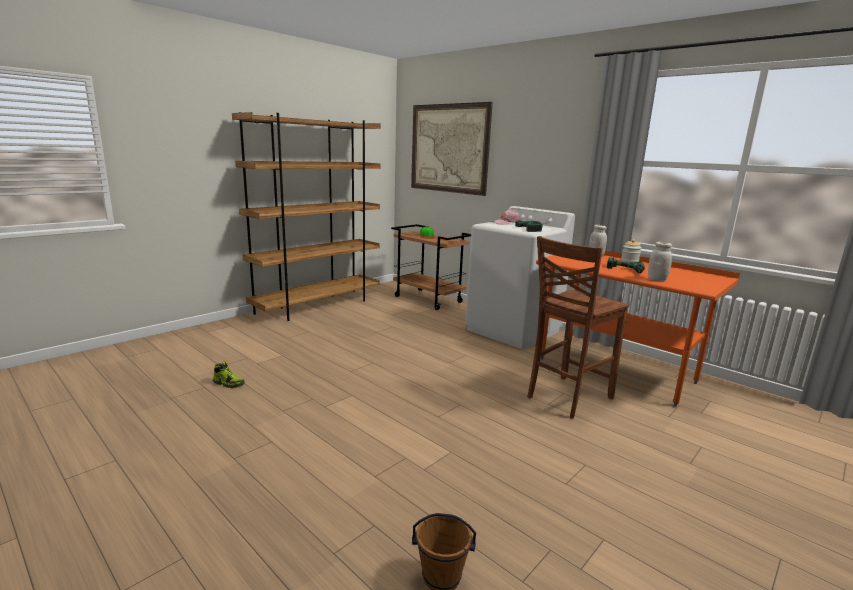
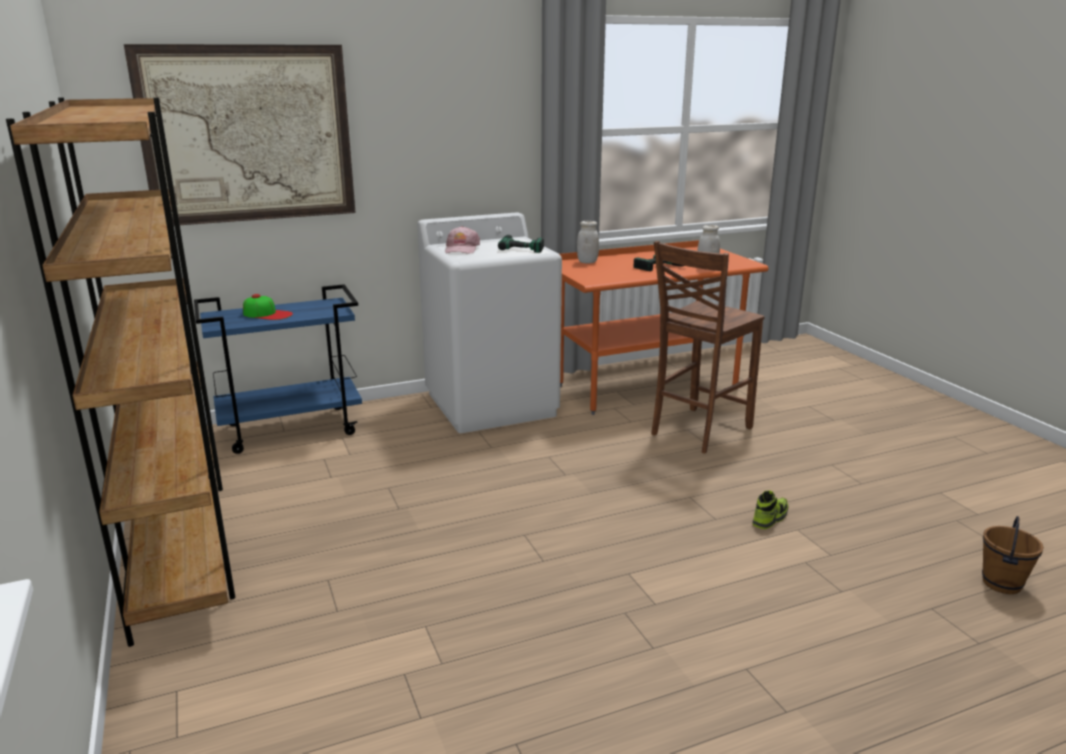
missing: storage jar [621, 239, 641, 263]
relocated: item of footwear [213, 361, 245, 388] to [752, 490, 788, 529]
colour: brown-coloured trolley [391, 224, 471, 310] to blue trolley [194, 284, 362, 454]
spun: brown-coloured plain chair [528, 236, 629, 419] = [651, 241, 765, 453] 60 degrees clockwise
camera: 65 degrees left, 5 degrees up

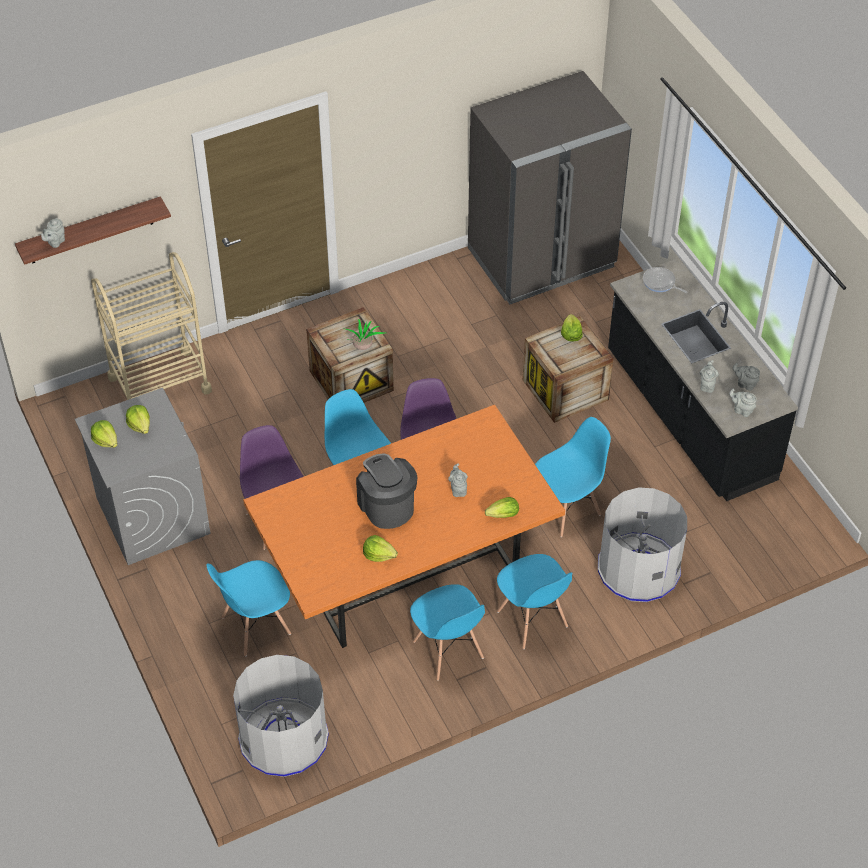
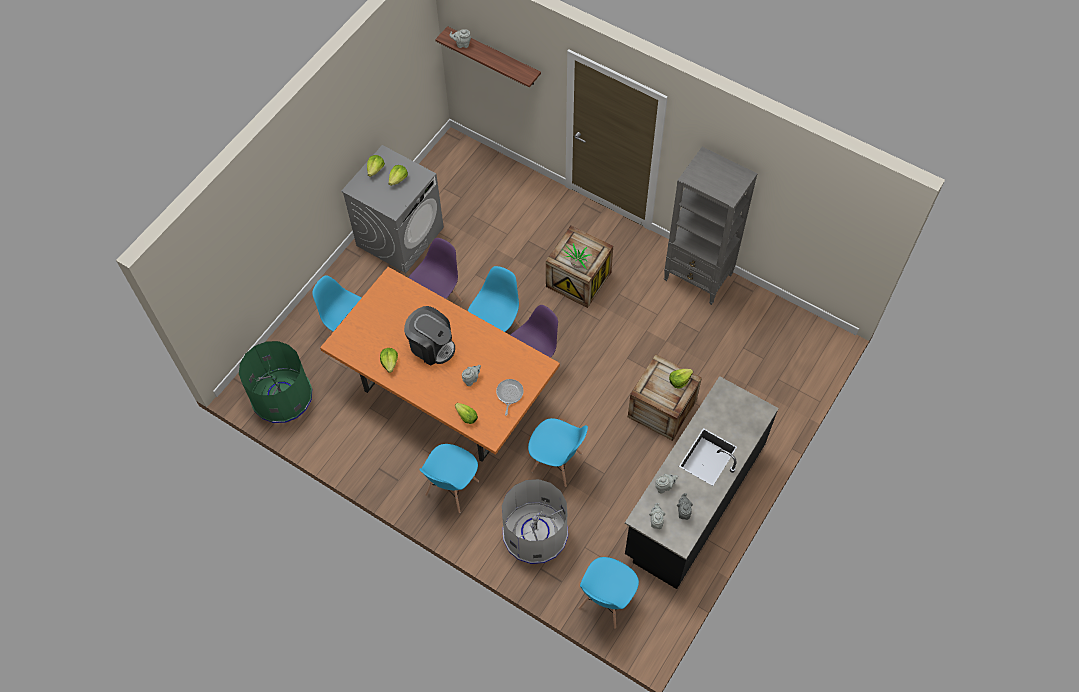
missing: beige trolley [91, 252, 212, 400]; greyish refrigerator [468, 71, 632, 305]
appeared: greyish shelving unit [664, 147, 757, 305]
relocated: blue plain chair [410, 584, 485, 681] to [579, 557, 639, 629]; pan [643, 267, 687, 293] to [496, 379, 524, 416]
colour: greyish waste bin [233, 655, 329, 777] to greenish waste bin [239, 341, 312, 423]
spun: coffee maker [356, 454, 417, 529] = [404, 306, 455, 366] 90 degrees clockwise
camera: 60 degrees right, 10 degrees up

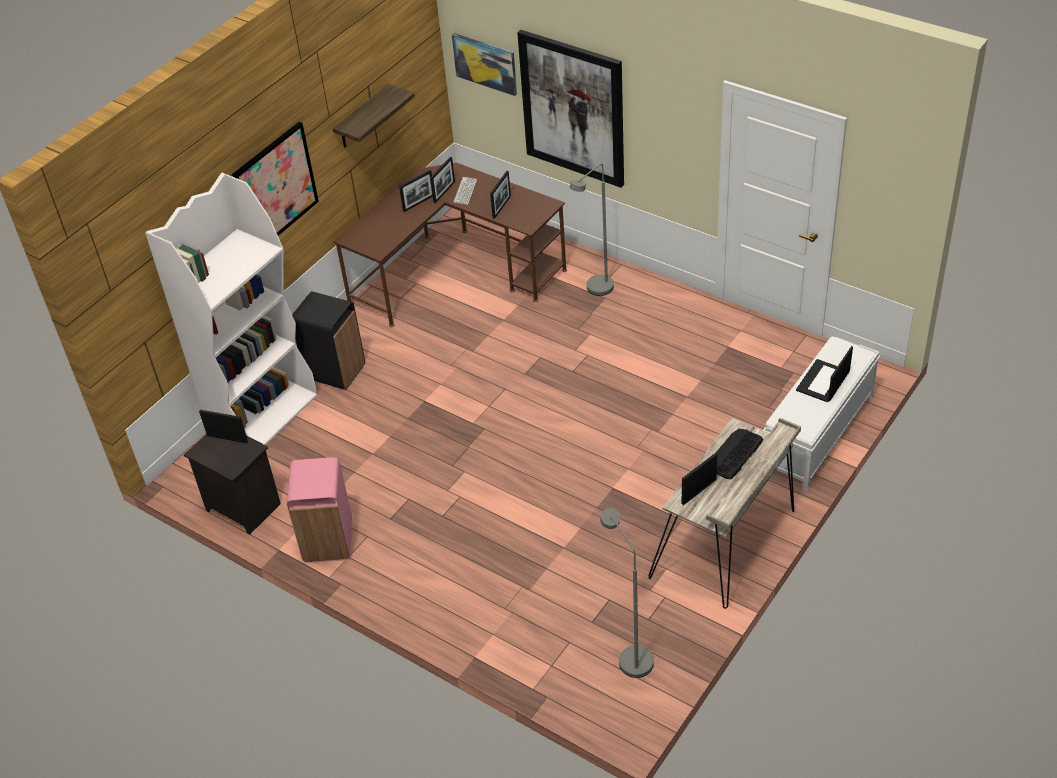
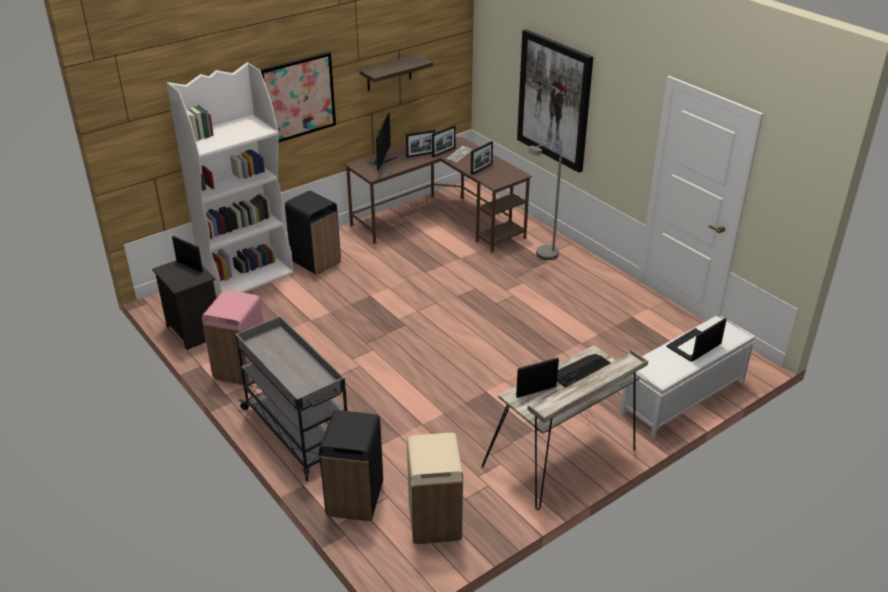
missing: picture [452, 33, 517, 96]
appeared: greyish trolley [235, 316, 347, 481]; blackish waste bin [319, 410, 383, 521]; monitor [369, 112, 397, 173]
exchanged: greyish standing lamp [600, 508, 654, 678] to beige waste bin [407, 433, 463, 545]
camera: 15 degrees right, 10 degrees down

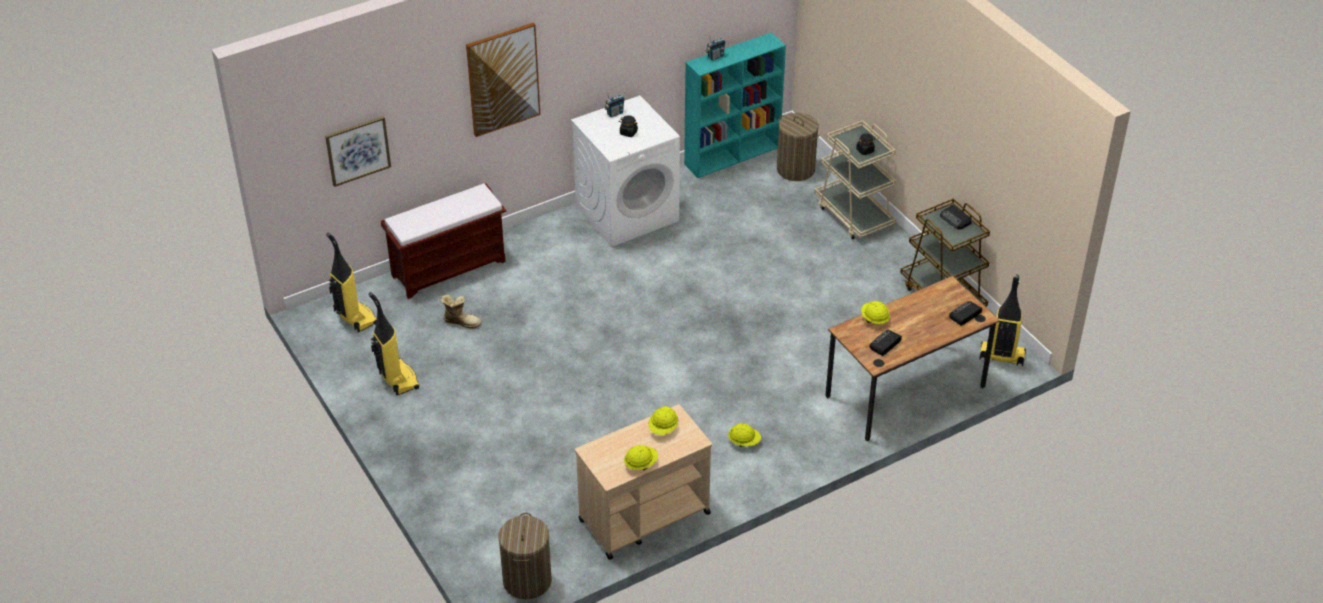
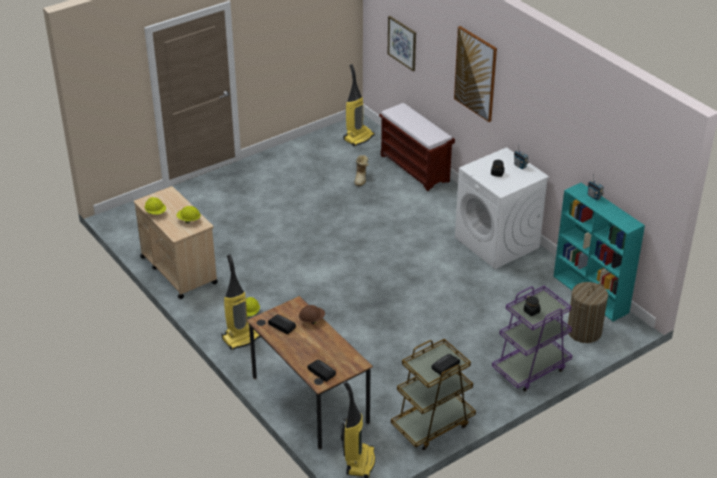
missing: laundry basket [498, 513, 552, 599]
relocated: vacuum [368, 292, 420, 395] to [222, 254, 261, 350]
colour: beige trolley [815, 120, 896, 239] to purplish trolley [492, 286, 572, 392]; yellow hard hat [861, 301, 890, 324] to brown-coloured hard hat [299, 305, 325, 324]
camera: 85 degrees right, 5 degrees down

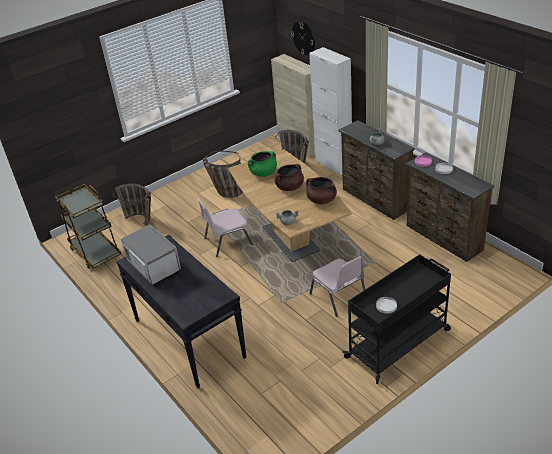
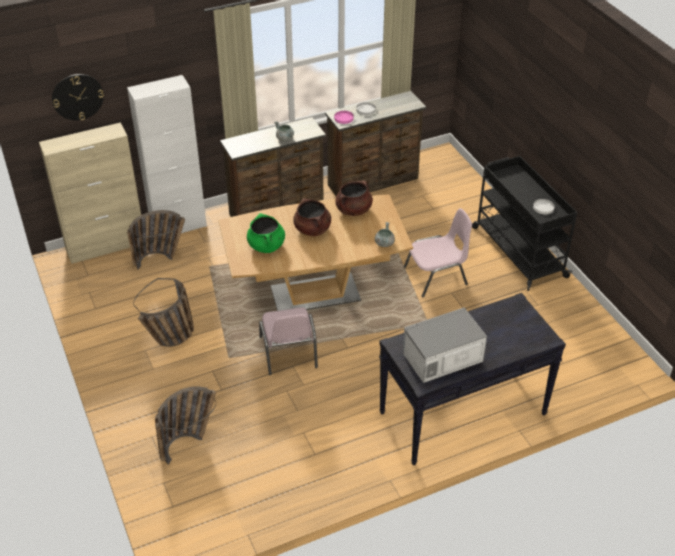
missing: brown-coloured trolley [55, 184, 121, 268]
camera: 80 degrees left, 5 degrees up

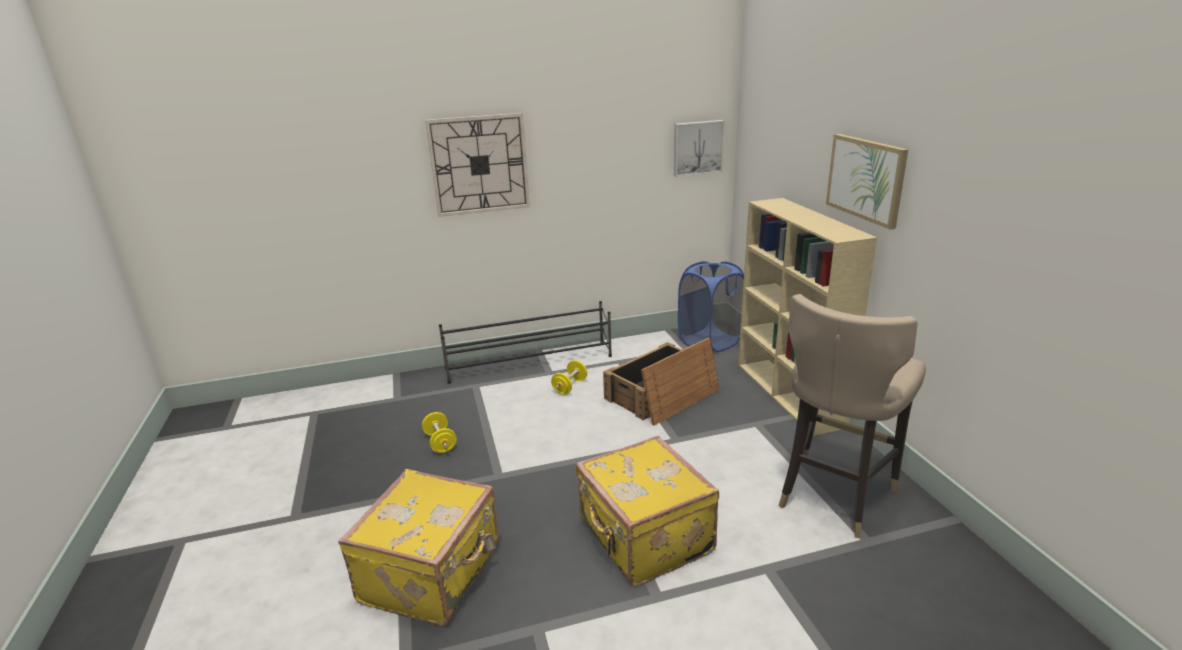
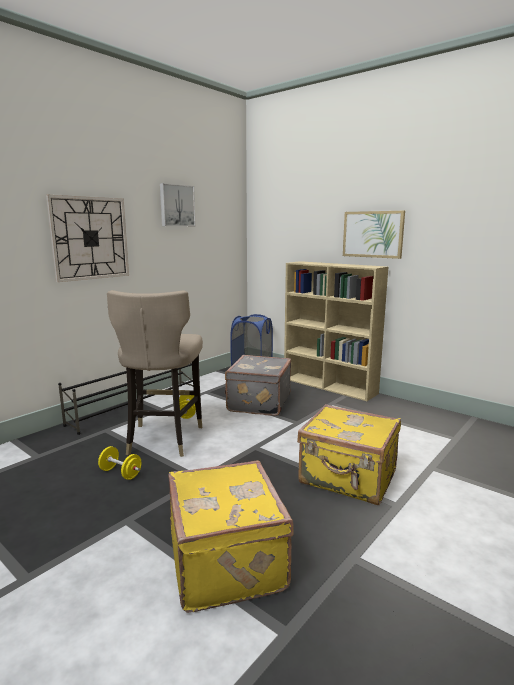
relocated: picture [674, 120, 725, 177] to [160, 183, 196, 226]; beige stool seat [779, 294, 926, 538] to [107, 290, 203, 457]
exchanged: crate [603, 338, 719, 426] to greyish travel case [225, 355, 291, 416]
camera: 35 degrees left, 10 degrees down

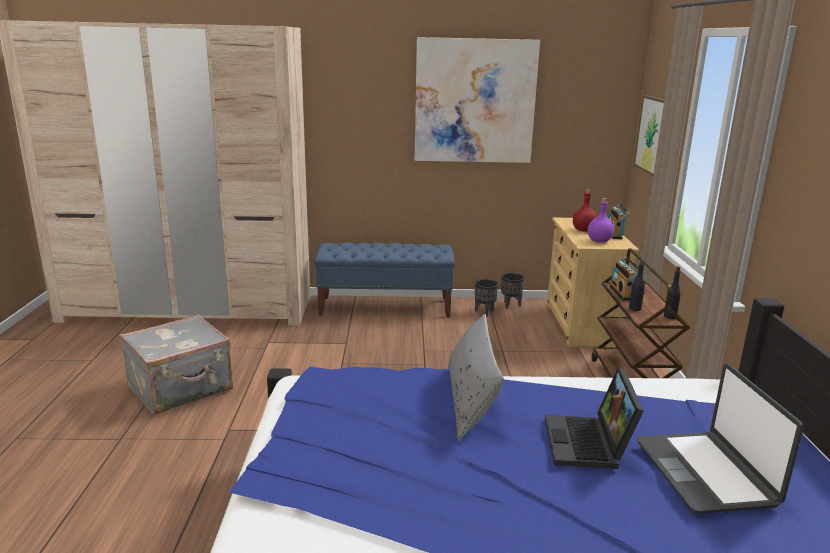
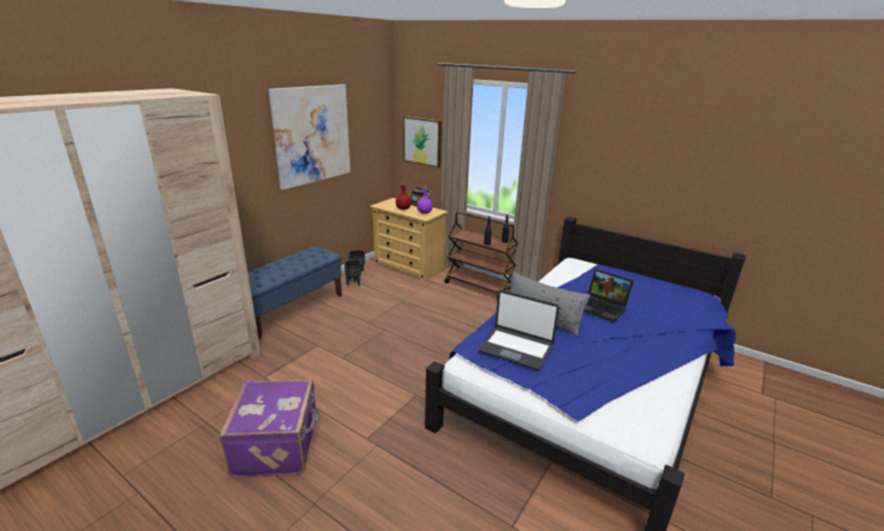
missing: radio receiver [610, 256, 639, 300]
relocated: laptop [637, 364, 804, 514] to [479, 290, 559, 370]
colour: greyish travel case [120, 315, 233, 415] to purplish travel case [219, 379, 320, 477]
camera: 55 degrees left, 5 degrees up

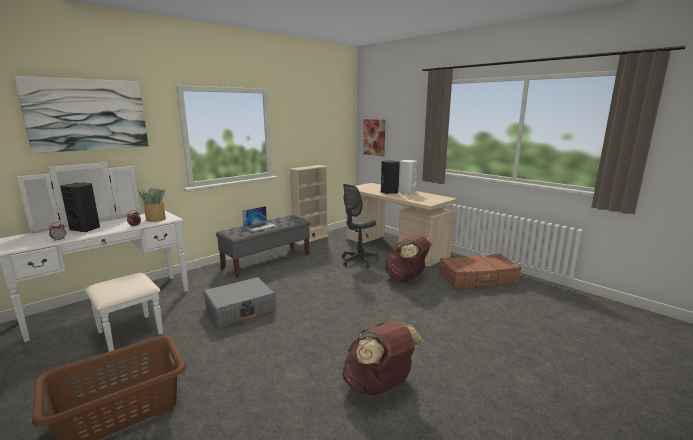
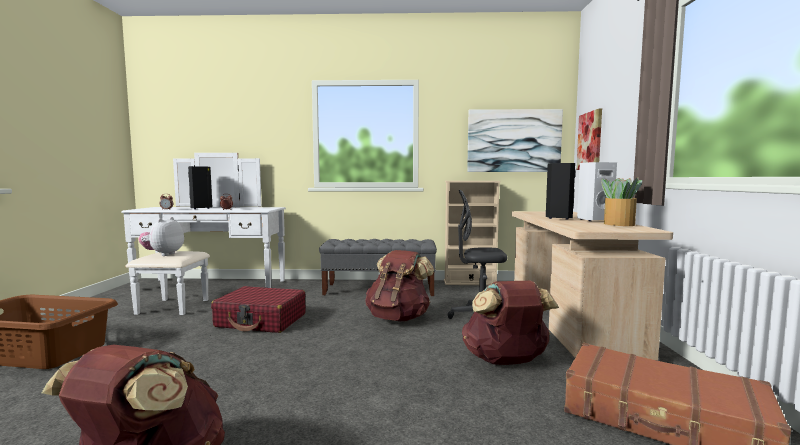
missing: laptop [242, 206, 277, 231]
appeared: soft toy [138, 217, 184, 256]; brown-coloured rucksack [365, 250, 434, 321]
relocated: picture [14, 76, 148, 153] to [467, 109, 563, 172]; houseplant [138, 188, 166, 222] to [601, 178, 642, 226]
colour: greyish travel case [204, 277, 276, 328] to red-coloured travel case [211, 286, 306, 333]
camera: 45 degrees right, 10 degrees down

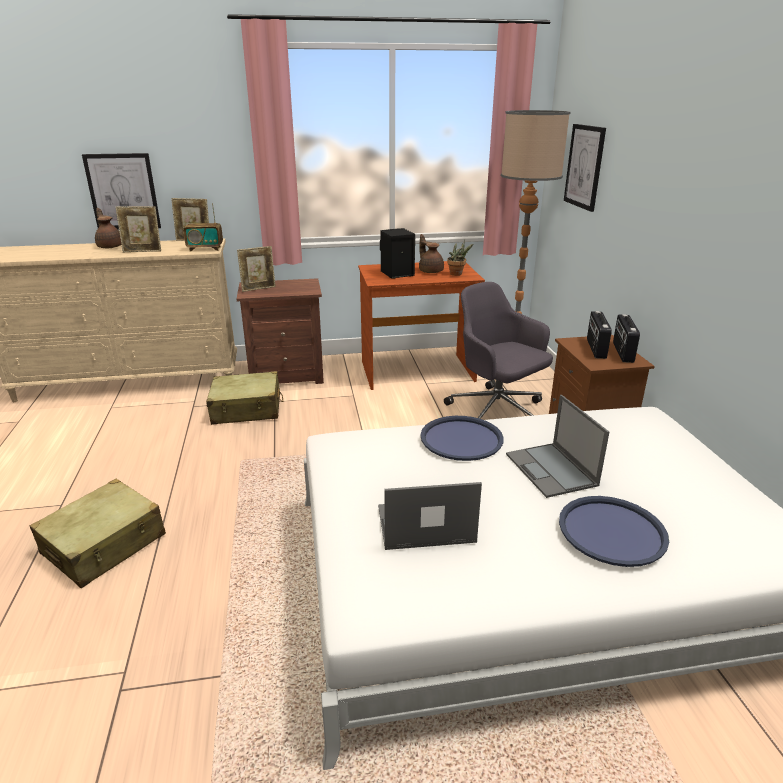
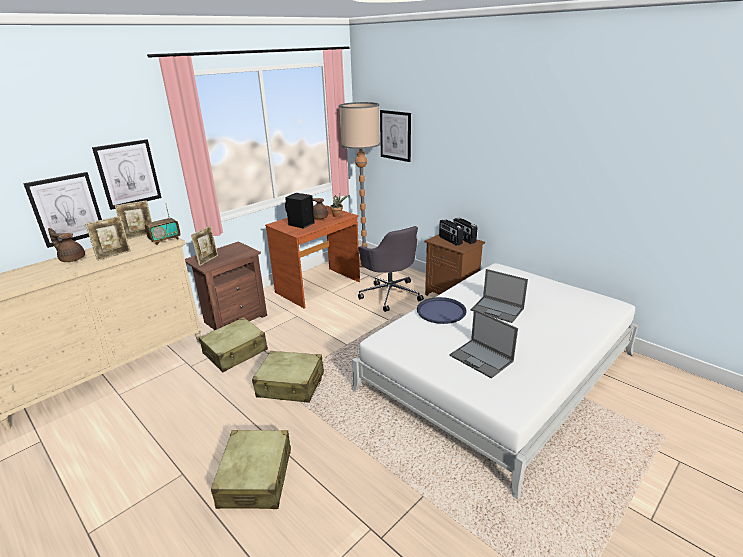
missing: blue serving tray [559, 496, 669, 567]
appeared: picture [92, 139, 162, 210]; beige travel case [252, 351, 324, 403]
spun: laptop [378, 482, 482, 550] = [450, 309, 518, 379] 90 degrees counterclockwise; greyish office chair [444, 282, 553, 419] = [358, 226, 424, 312] 135 degrees counterclockwise
camera: 35 degrees left, 0 degrees up

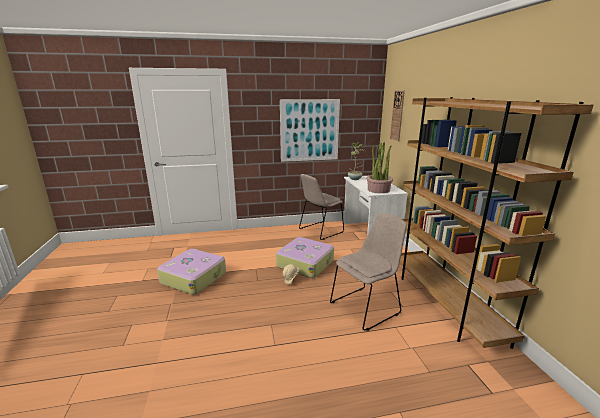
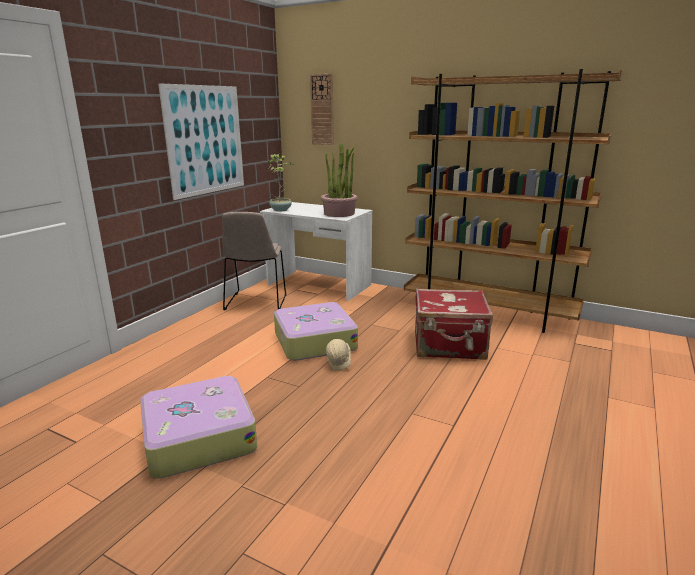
exchanged: beige plain chair [330, 213, 407, 331] to red-coloured travel case [415, 288, 493, 360]
camera: 50 degrees left, 0 degrees up

